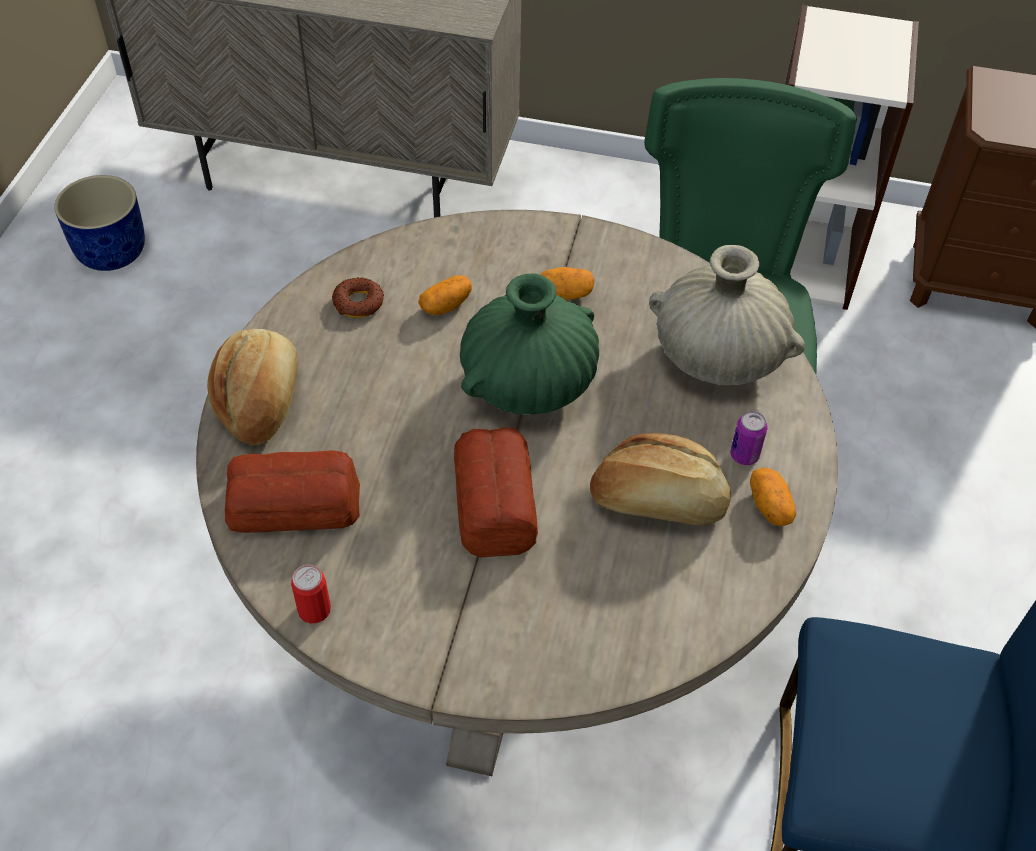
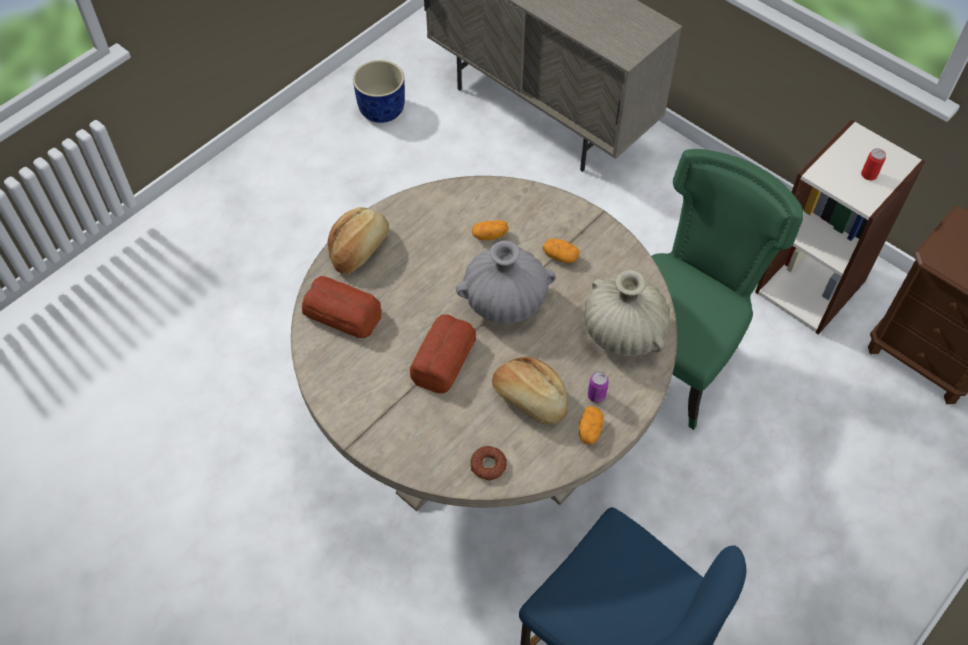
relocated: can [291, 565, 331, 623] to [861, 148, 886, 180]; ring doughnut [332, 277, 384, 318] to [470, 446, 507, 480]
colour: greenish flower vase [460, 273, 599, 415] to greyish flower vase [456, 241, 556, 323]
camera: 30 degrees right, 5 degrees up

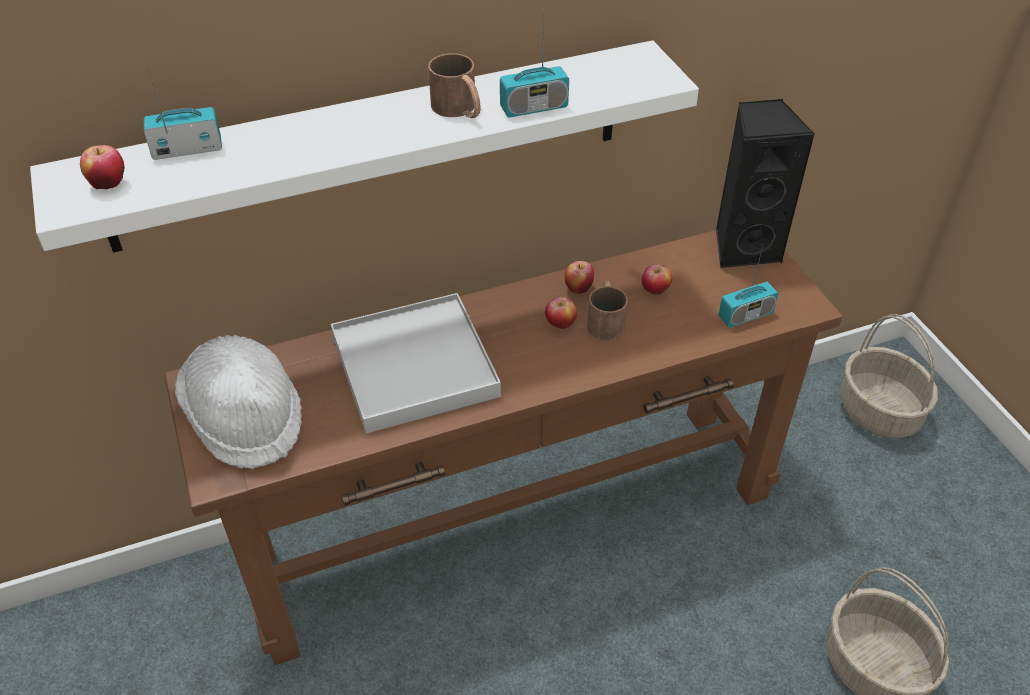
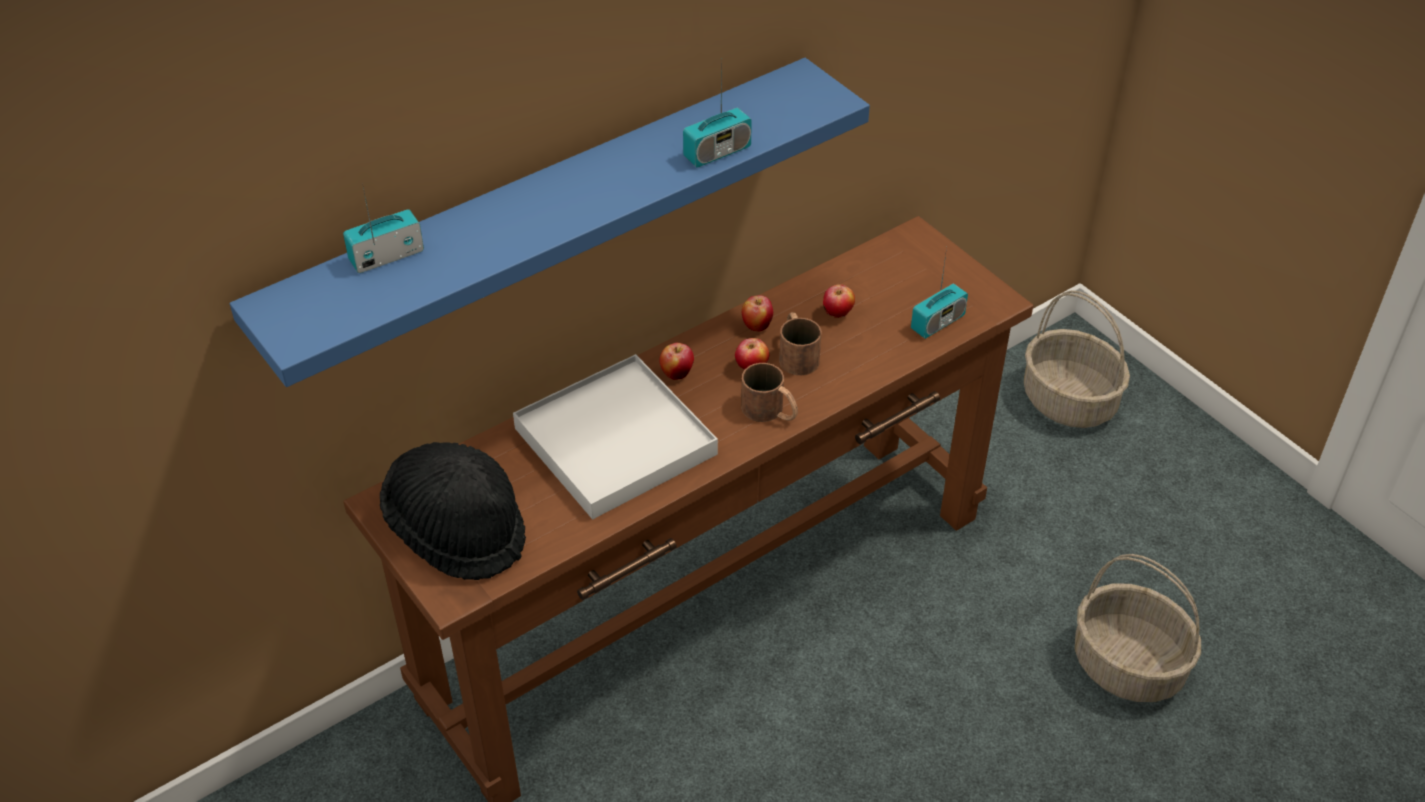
missing: blackish audio speaker [716, 99, 815, 268]
relocated: whole apple [80, 145, 124, 190] to [659, 343, 694, 380]; brown-coloured coffee mug [428, 54, 481, 118] to [741, 363, 798, 422]
colour: white-coloured bracket shelf [30, 40, 699, 253] to blue bracket shelf [230, 58, 870, 387]; white-coloured wearable hat [175, 335, 302, 469] to blackish wearable hat [380, 442, 526, 580]
camera: 15 degrees left, 0 degrees up

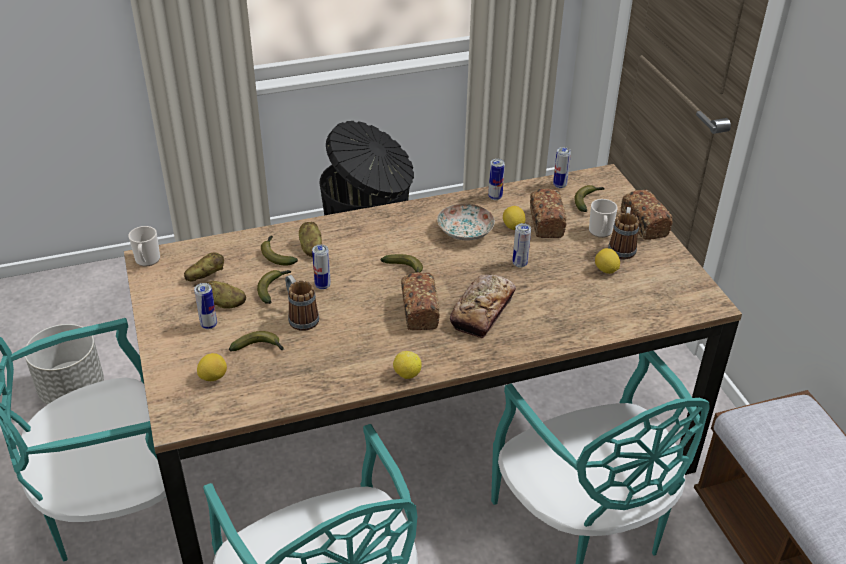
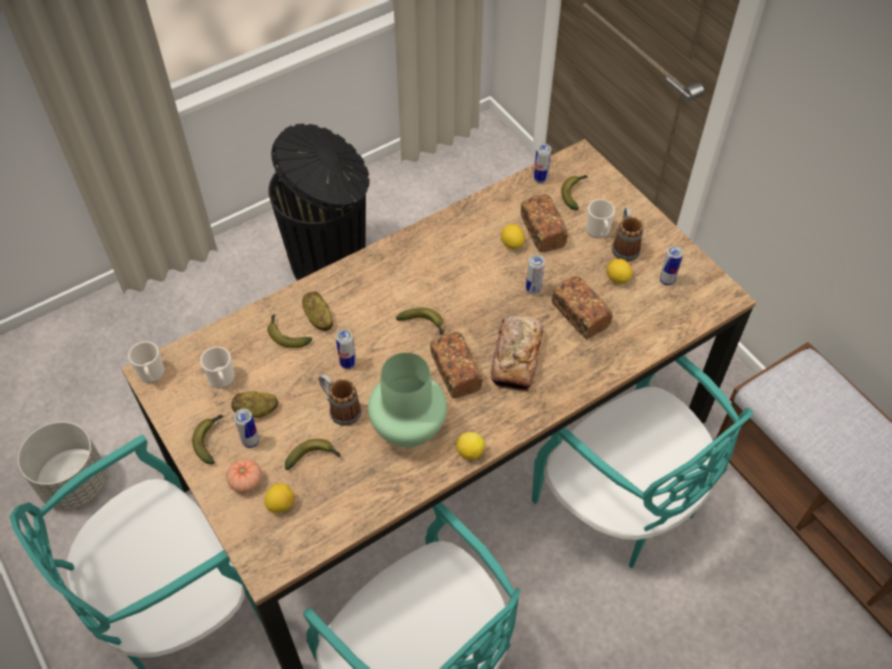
missing: dinner plate [437, 204, 495, 241]
appeared: fresh tomato [226, 459, 262, 493]; greenish flower vase [368, 353, 447, 448]
relocated: whole banana [257, 270, 291, 304] to [192, 415, 223, 465]; can [488, 159, 505, 200] to [660, 246, 683, 286]; bakery bread [621, 190, 673, 240] to [552, 276, 613, 339]
exchanged: potato [184, 253, 224, 281] to coffee mug [200, 347, 235, 388]
camera: 15 degrees left, 15 degrees up

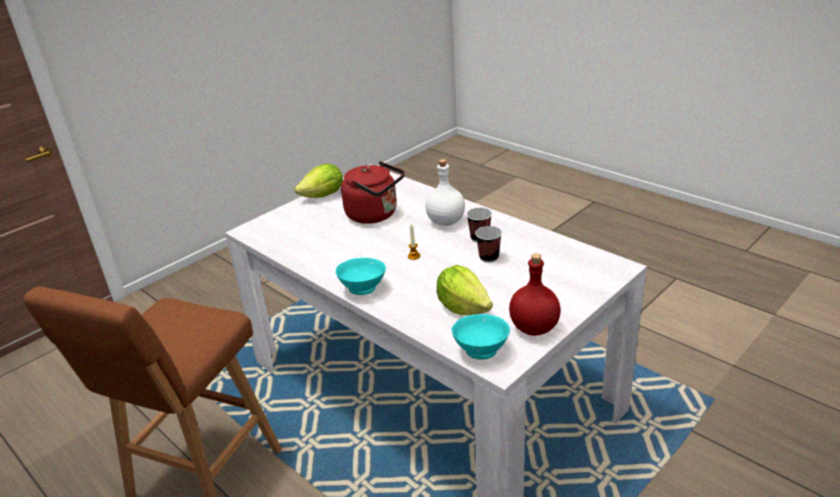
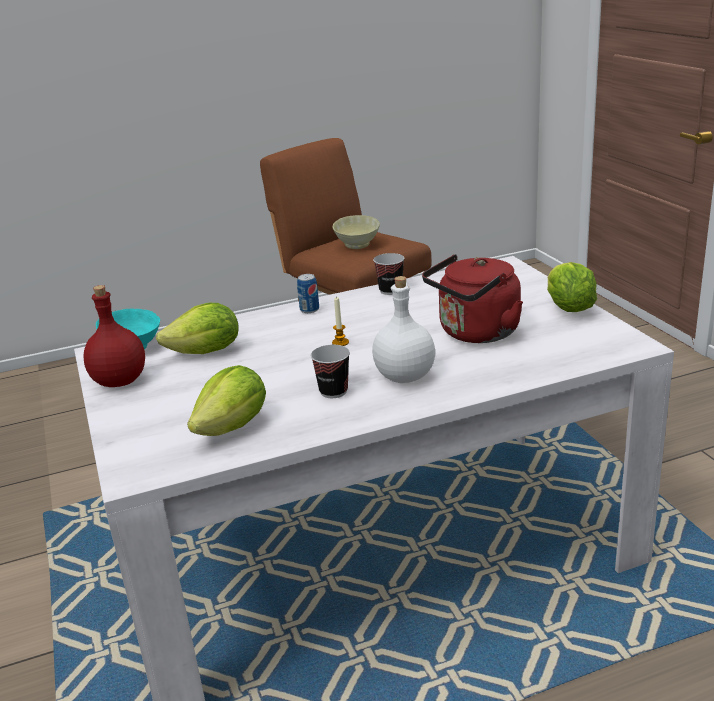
appeared: lettuce [187, 365, 266, 436]; beige deep dish [333, 215, 380, 249]
relocated: small cup [475, 226, 502, 263] to [373, 253, 405, 295]
exchanged: blue-green deep dish [336, 258, 386, 295] to can [297, 274, 319, 313]
camera: 115 degrees right, 5 degrees down

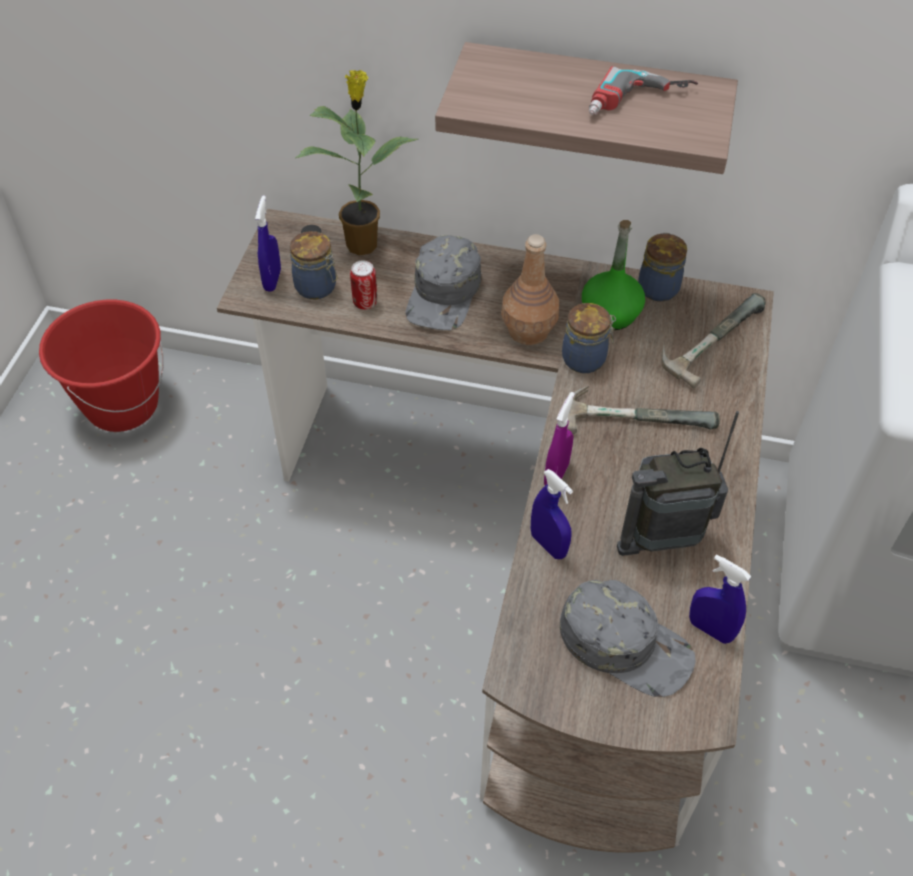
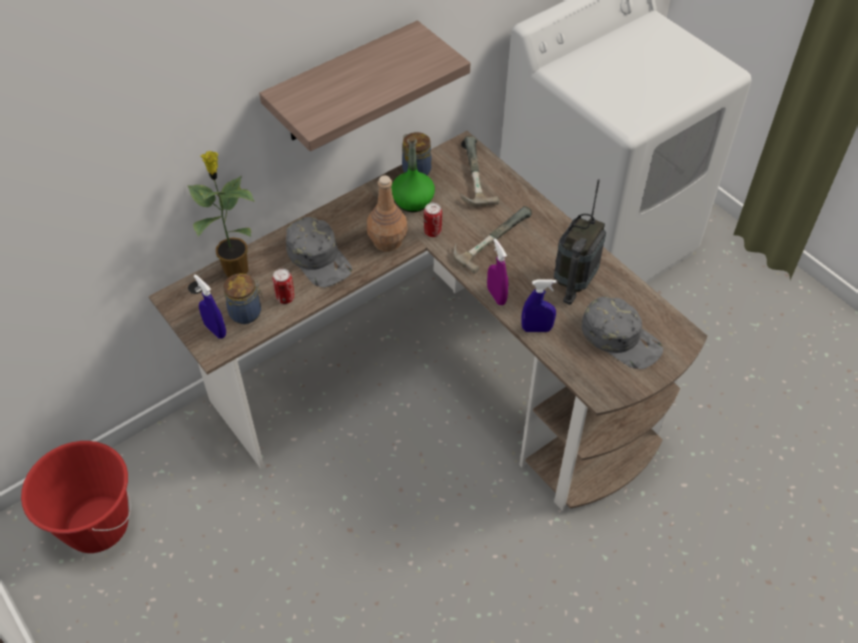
missing: electric drill [588, 66, 698, 115]; blue spray bottle [689, 554, 751, 644]
exchanged: storage jar [562, 303, 616, 373] to can [424, 203, 442, 237]
spun: greyish peaked cap [560, 580, 696, 697] = [582, 297, 663, 369] 60 degrees clockwise
camera: 50 degrees left, 0 degrees up

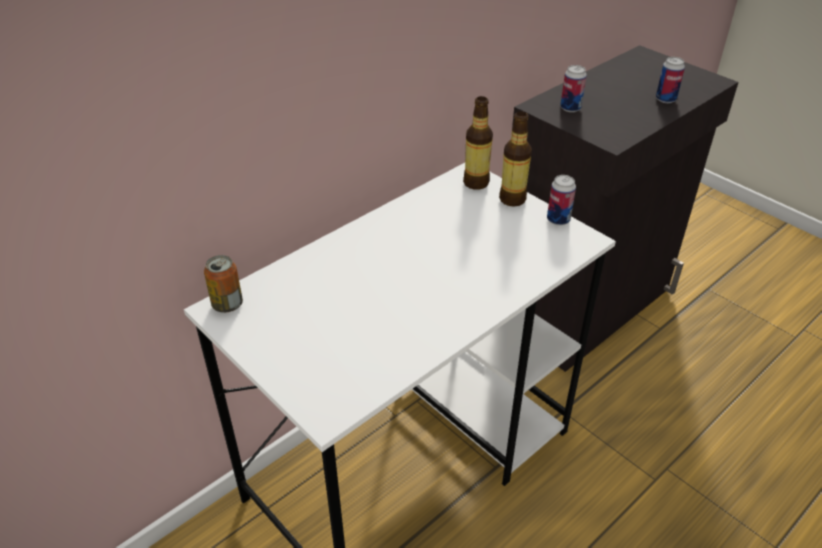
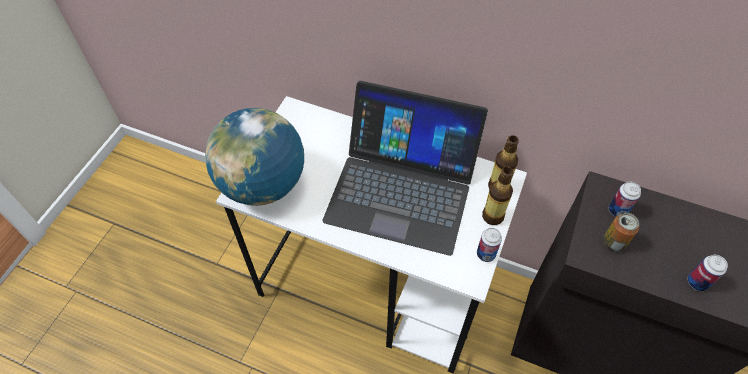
appeared: world globe [205, 108, 304, 206]; laptop [322, 81, 488, 256]
relocated: can [204, 255, 243, 313] to [603, 213, 639, 251]
camera: 65 degrees right, 15 degrees up

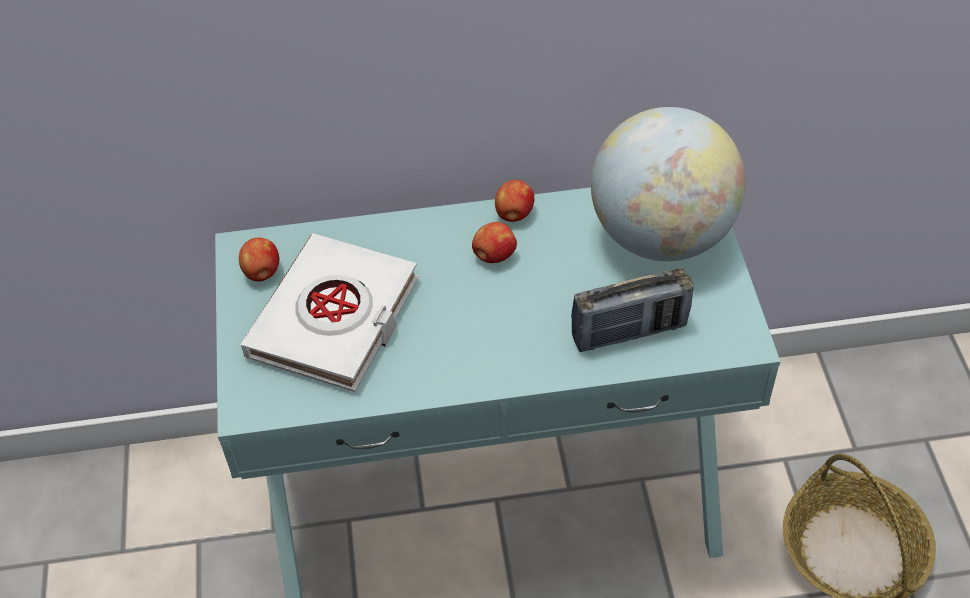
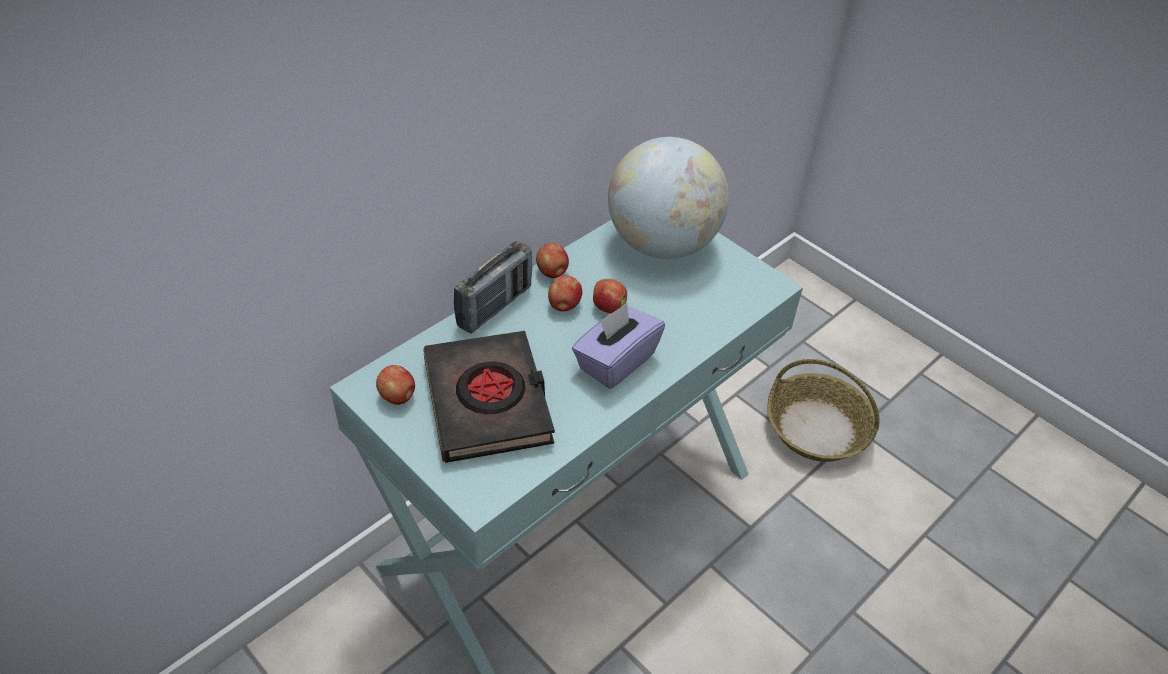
appeared: purplish tissue box [572, 303, 665, 389]; whole apple [593, 279, 627, 313]
relocated: radio receiver [571, 268, 694, 352] to [454, 241, 532, 333]
colour: white-coloured bound book [241, 233, 419, 392] to blackish bound book [423, 331, 555, 463]
camera: 40 degrees left, 5 degrees down

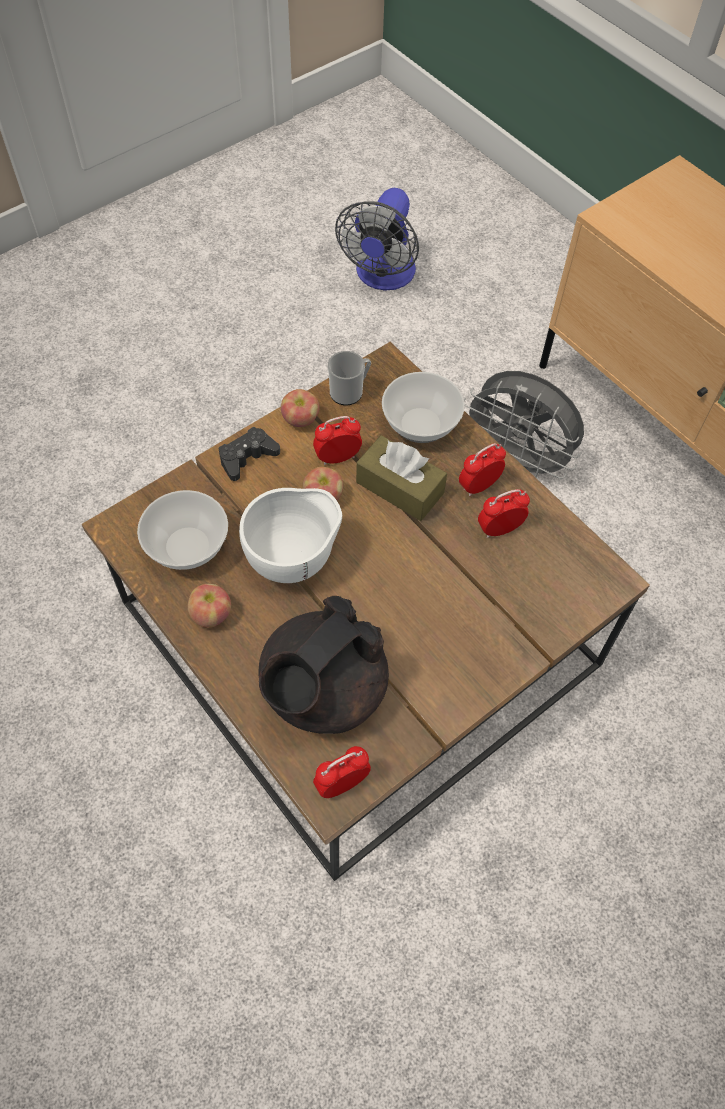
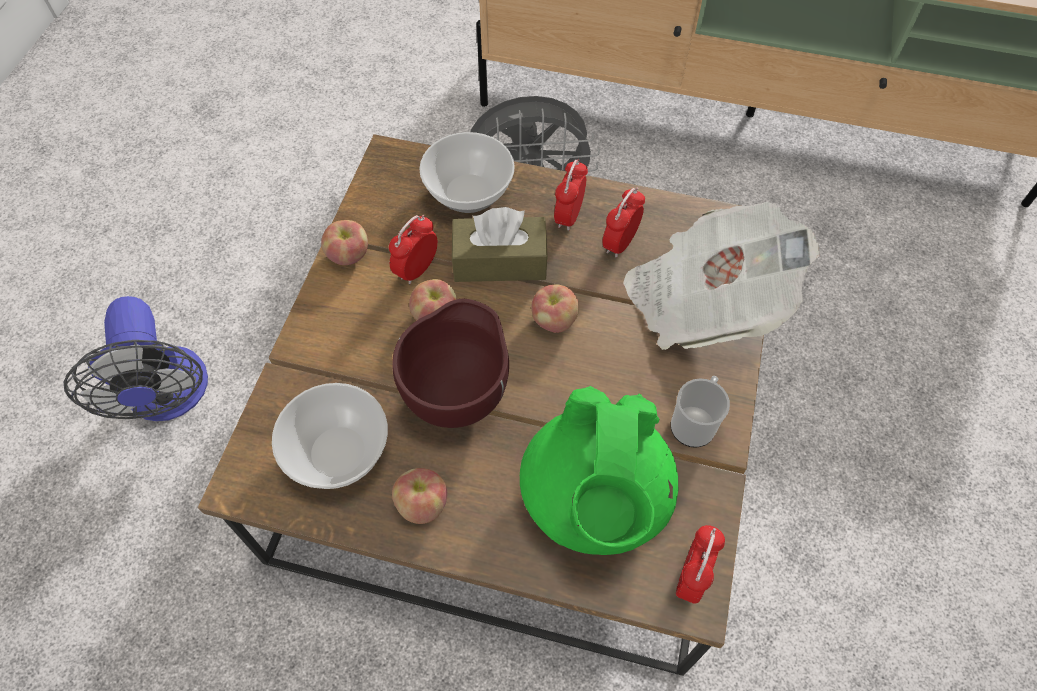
missing: blackish joypad [219, 427, 280, 481]
appeared: whole apple [531, 285, 579, 333]; newspaper [623, 202, 820, 350]
relocated: coffee mug [328, 351, 371, 405] to [671, 376, 730, 448]; cooling fan [335, 188, 419, 290] to [64, 296, 208, 421]
colour: white-coloured deep dish [239, 488, 342, 583] to brown-coloured deep dish [392, 298, 509, 428]; blackish teapot [259, 596, 389, 734] to greenish teapot [520, 386, 678, 555]
camera: 35 degrees left, 0 degrees up

